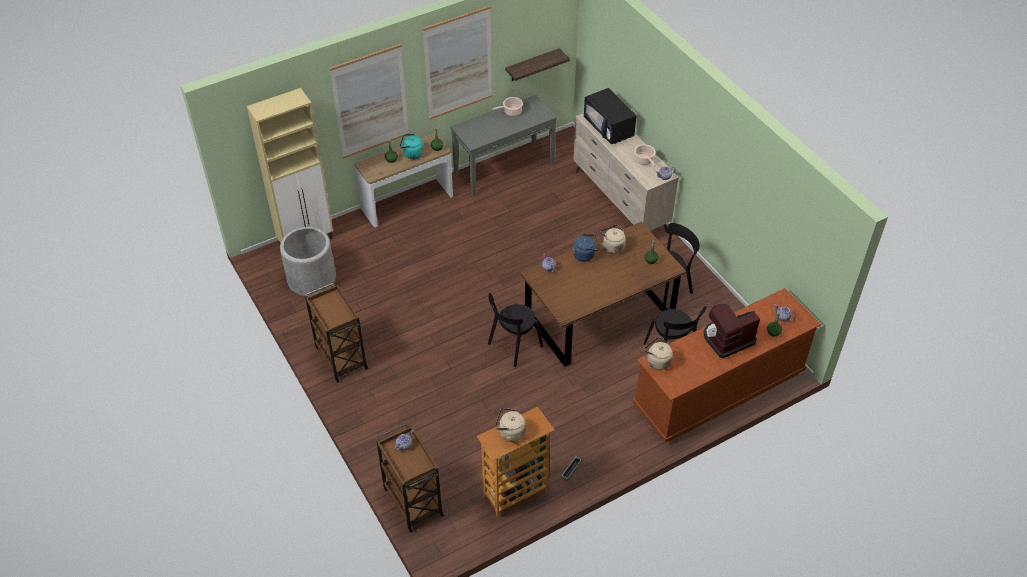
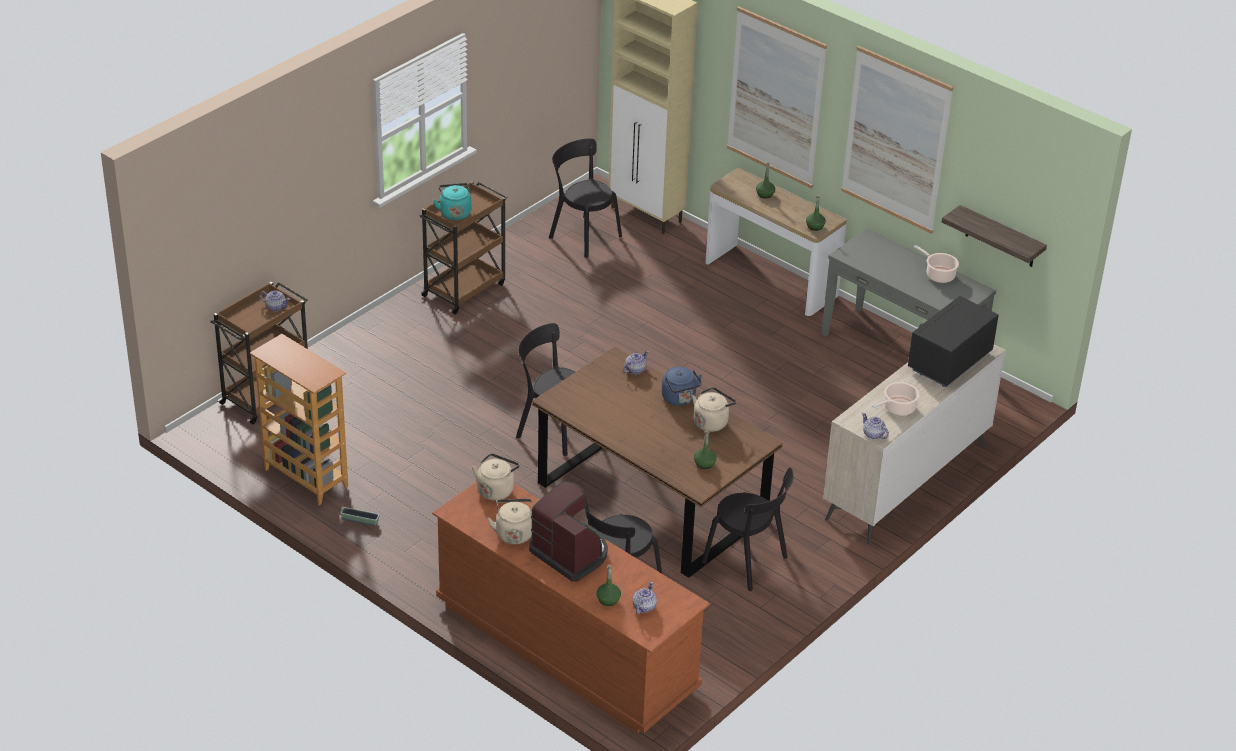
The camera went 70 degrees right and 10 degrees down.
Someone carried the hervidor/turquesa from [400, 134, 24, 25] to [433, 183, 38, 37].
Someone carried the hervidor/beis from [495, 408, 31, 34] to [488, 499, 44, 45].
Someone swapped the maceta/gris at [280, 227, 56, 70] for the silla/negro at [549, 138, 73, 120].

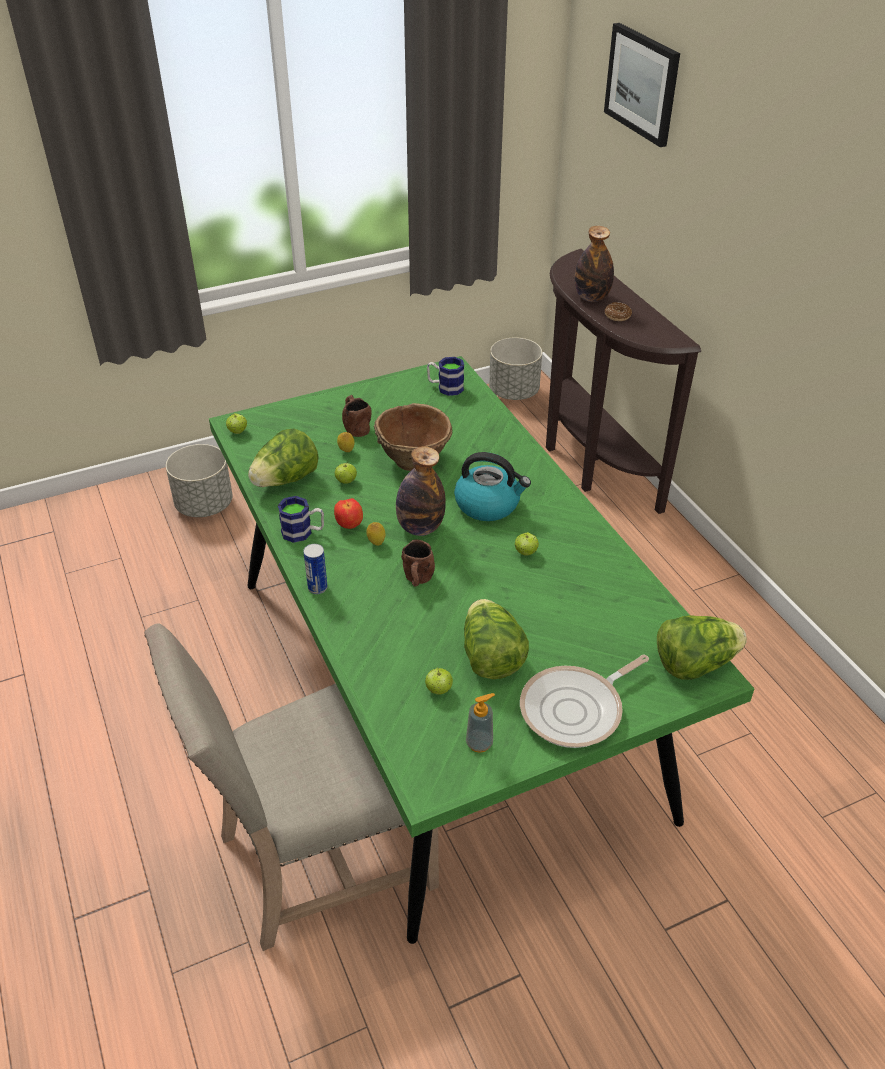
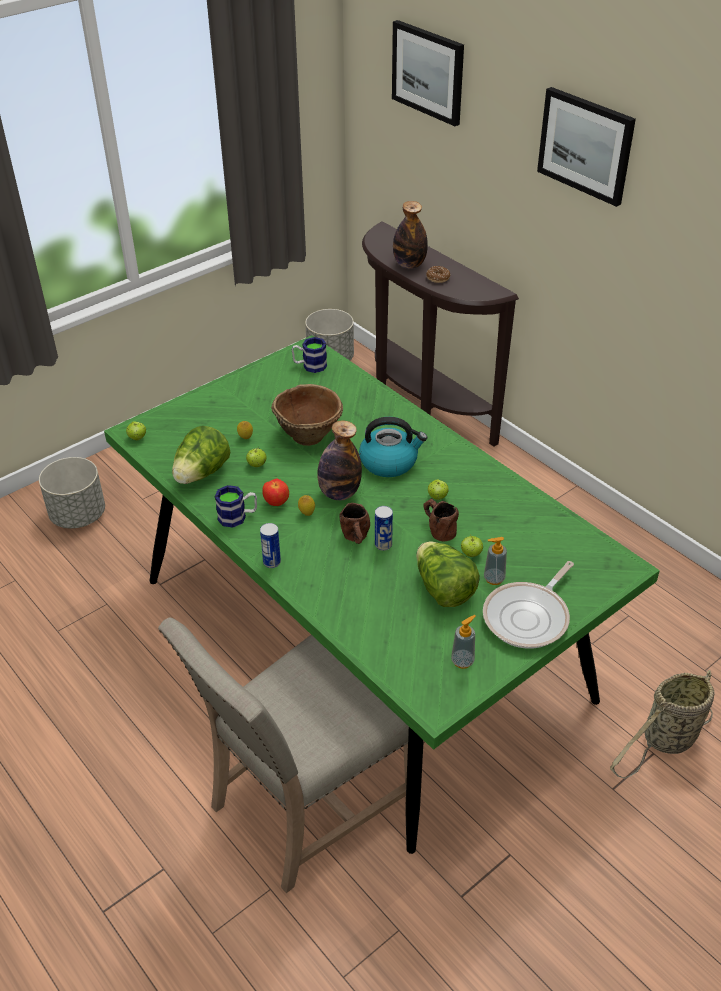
The camera went 15 degrees left and 0 degrees up.
Someone put down the lata at [375, 506, 18, 45].
Someone carried the taza grande/marrón from [342, 395, 30, 42] to [423, 498, 36, 43].
Someone carried the manzana from [425, 667, 28, 27] to [461, 536, 22, 21].
Someone put down the dispensador de jabón at [484, 537, 23, 48].
Someone put up the cuadro at [537, 87, 99, 120].
Someone put down the cesta at [610, 670, 105, 109].
Someone took away the lechuga at [657, 615, 90, 65].

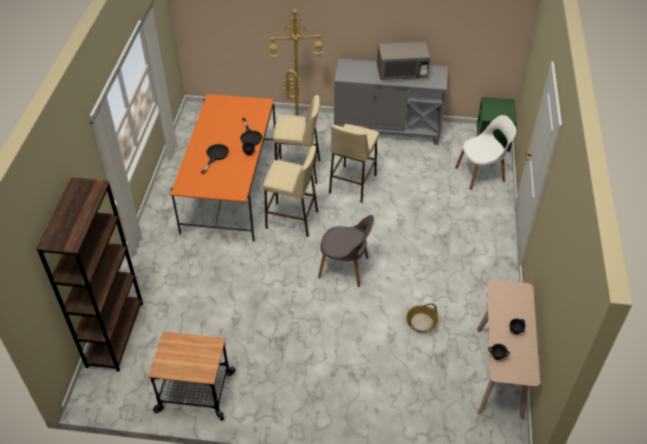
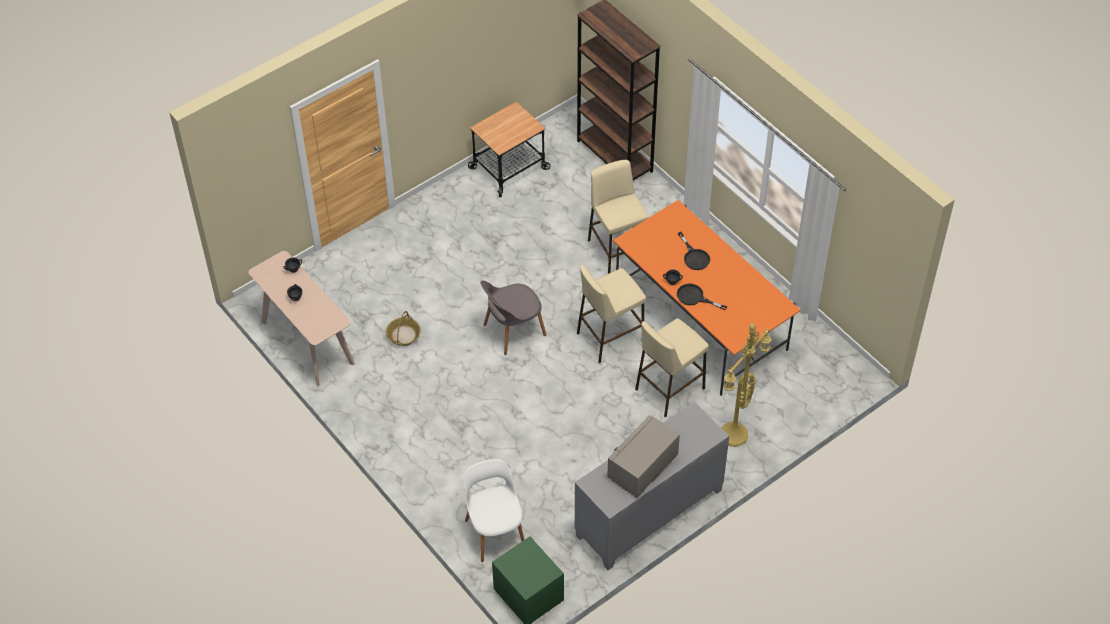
The camera went 135 degrees right and 5 degrees up.
Someone rotated the silla/blanco at [455, 115, 61, 75] by 135 degrees clockwise.
Someone carried the taburete/beis from [329, 124, 50, 79] to [588, 160, 61, 114].

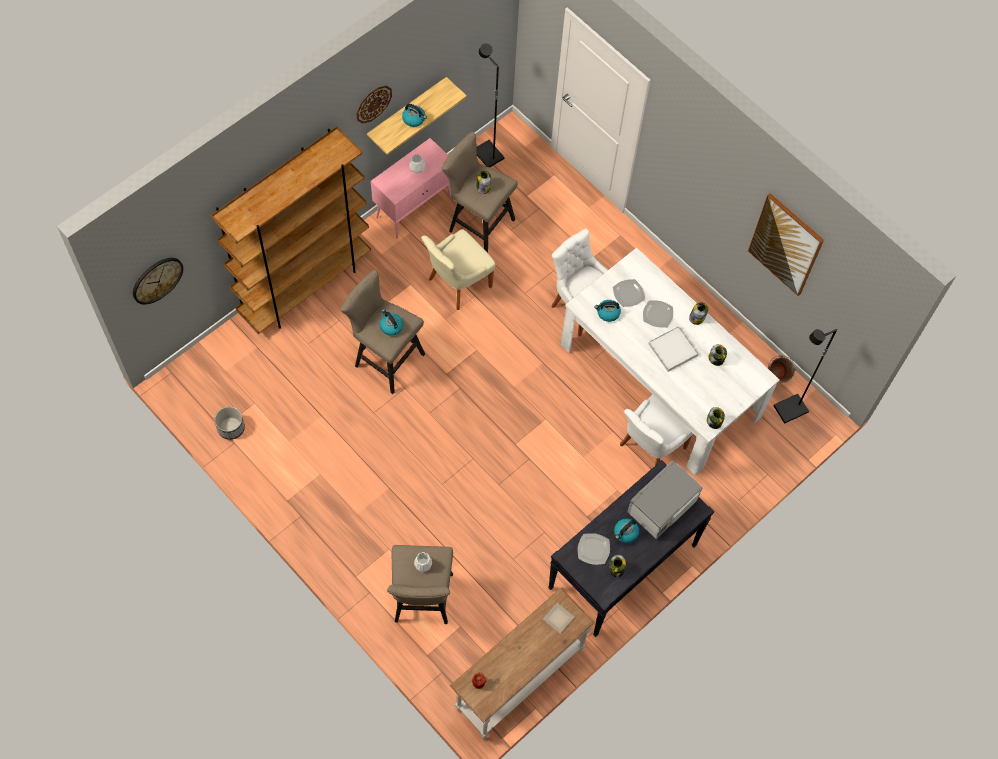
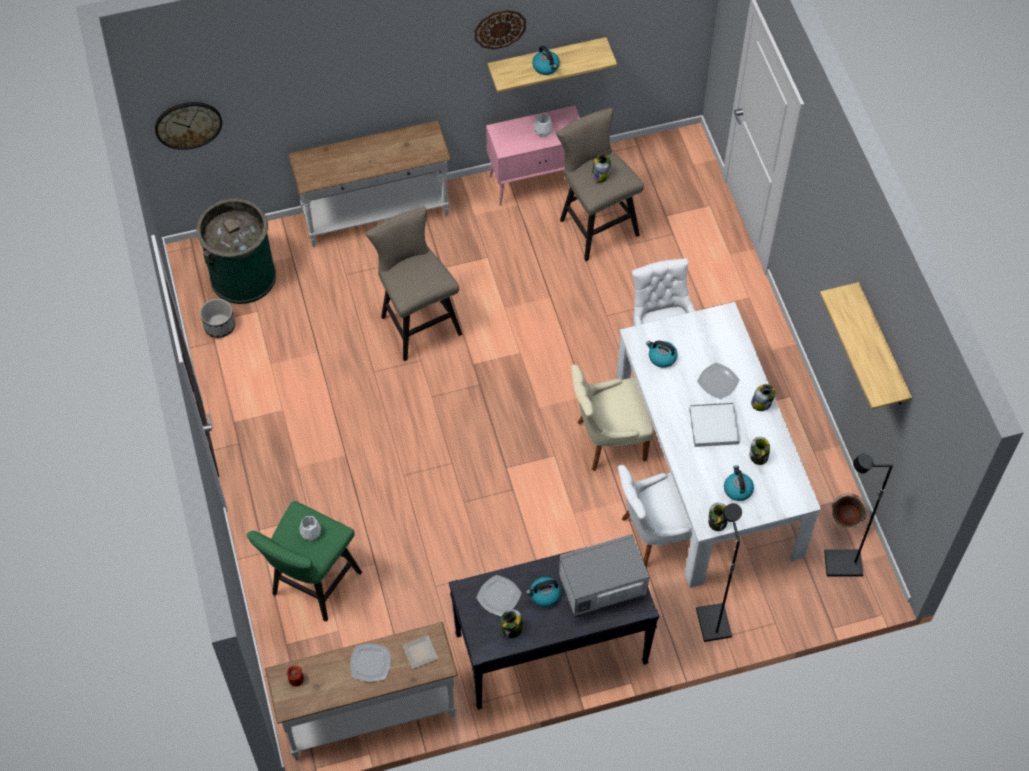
The camera went 30 degrees right and 5 degrees down.
Someone put down the papelera/verde at [196, 198, 80, 106].
Someone repainted the taburete/beis at [387, 545, 66, 79], which became the taburete/verde at [246, 501, 116, 121].
Someone swapped the estantería/marrón at [211, 126, 160, 208] for the mesa consola/blanco at [288, 121, 164, 126].
Someone carried the plato from [613, 279, 32, 28] to [350, 644, 41, 38].
Someone carried the silla/beis from [421, 229, 75, 81] to [571, 364, 82, 107].
Someone carried the lámpara de pie/negro from [476, 44, 28, 123] to [696, 503, 46, 139].
Someone carried the hervidor from [380, 309, 23, 27] to [724, 465, 30, 36].
Someone swapped the cuadro at [748, 193, 76, 103] for the estante at [820, 282, 92, 127].

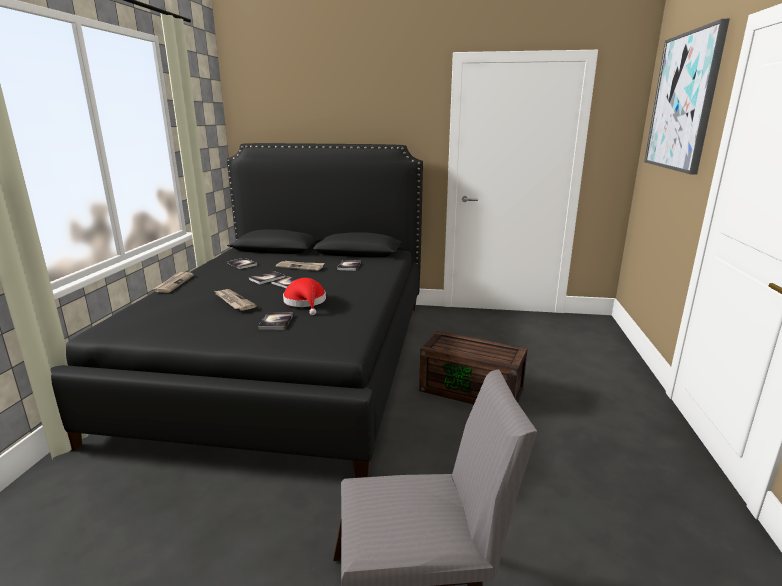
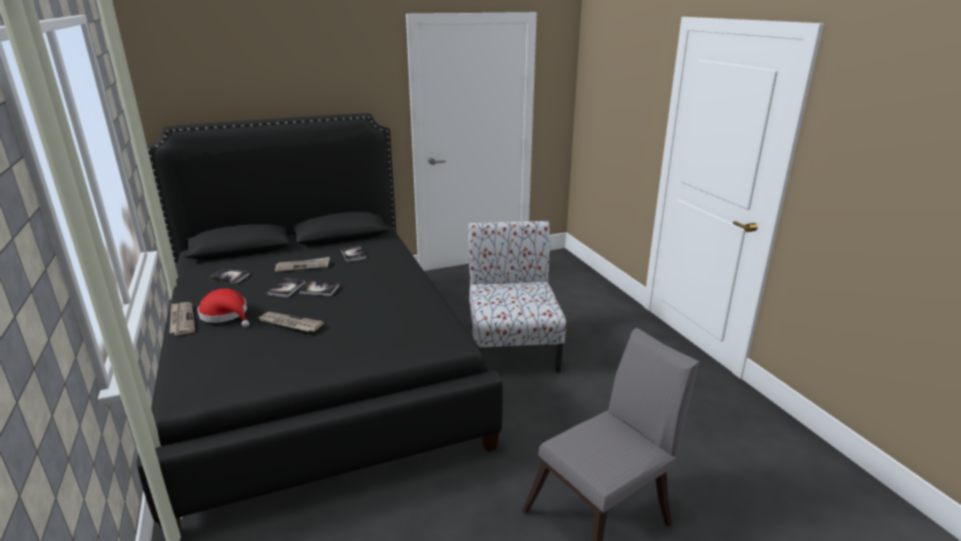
The camera went 30 degrees left and 5 degrees up.
Someone carried the sombrero/rojo from [283, 278, 43, 37] to [198, 288, 51, 39].
Someone swapped the caja de almacenaje/marrón at [419, 331, 109, 73] for the silla at [468, 221, 98, 152].
Someone took away the libro at [258, 312, 35, 18].
Someone took away the cuadro at [644, 19, 86, 156].

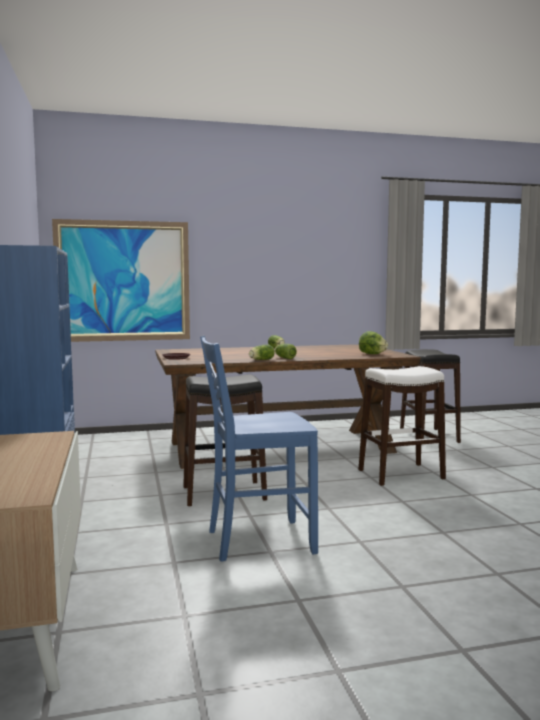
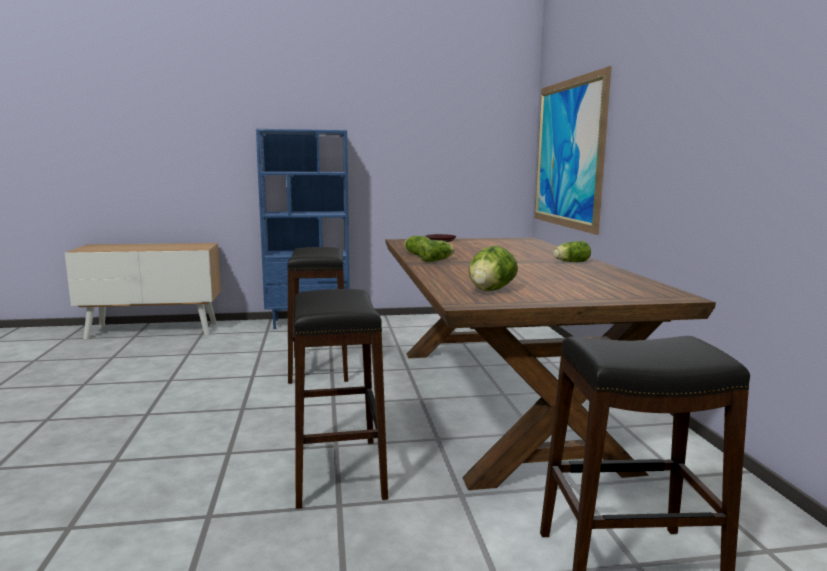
The camera went 95 degrees right and 5 degrees up.
Someone repainted the taburete/blanco at [358, 366, 88, 120], which became the taburete/negro at [294, 289, 94, 220].
Someone took away the silla/azul at [200, 336, 118, 226].

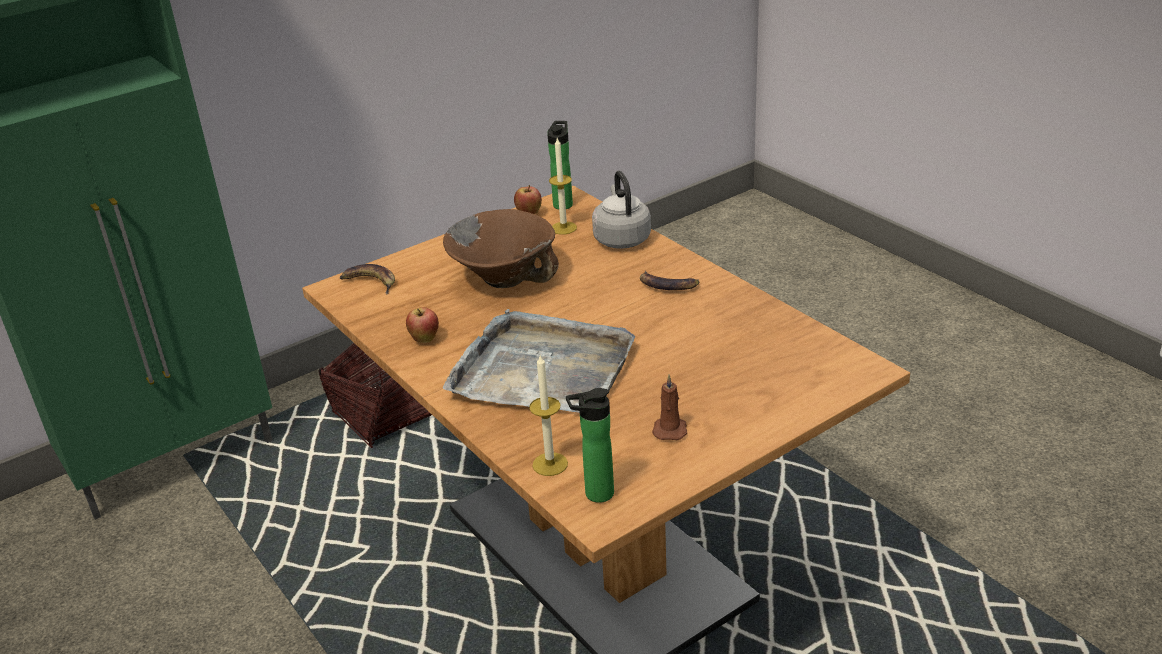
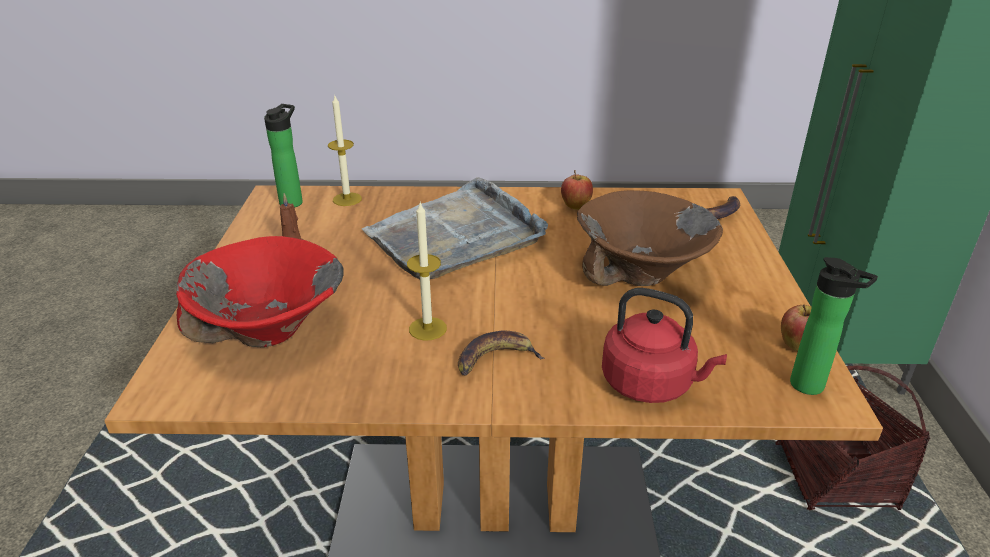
The camera went 125 degrees right and 0 degrees up.
Someone put down the cuenco/rojo at [176, 236, 168, 111].
Someone carried the vela from [549, 138, 28, 97] to [407, 203, 40, 138].
Someone repainted the hervidor/gris at [592, 171, 59, 78], which became the hervidor/rojo at [602, 288, 125, 115].

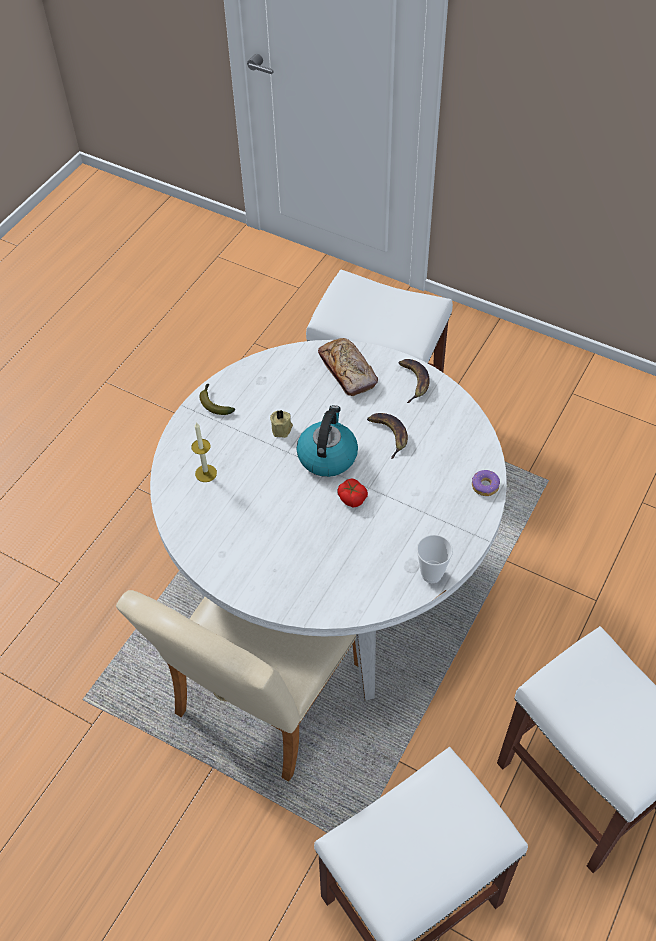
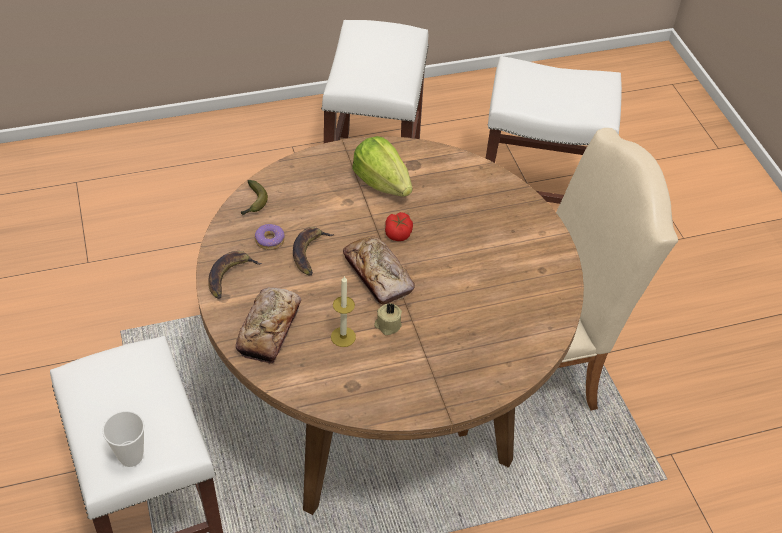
The camera went 140 degrees left and 5 degrees down.
Someone carried the taza from [417, 535, 36, 48] to [102, 411, 42, 56].
Someone repainted the mesa de comedor/blanco at [150, 340, 357, 361], which became the mesa de comedor/marrón at [196, 136, 388, 379].
Someone carried the plátano from [199, 384, 36, 31] to [241, 180, 27, 35].
Someone carried the rosquilla from [472, 470, 28, 26] to [255, 224, 30, 26].
Someone carried the vela from [191, 422, 26, 60] to [331, 276, 25, 71].
Someone swapped the hervidor at [297, 405, 61, 72] for the pan at [343, 236, 72, 69].
Someone put down the lechuga at [352, 136, 60, 61].

